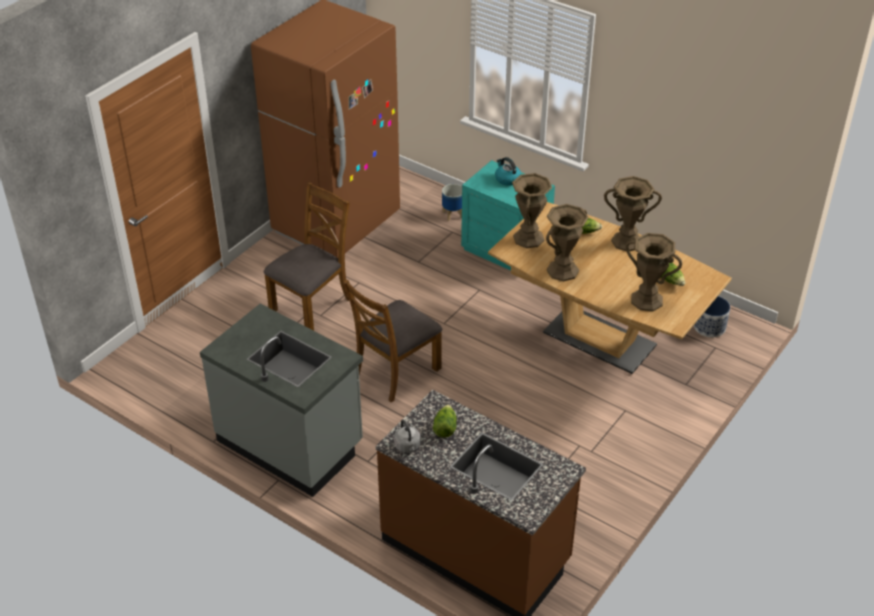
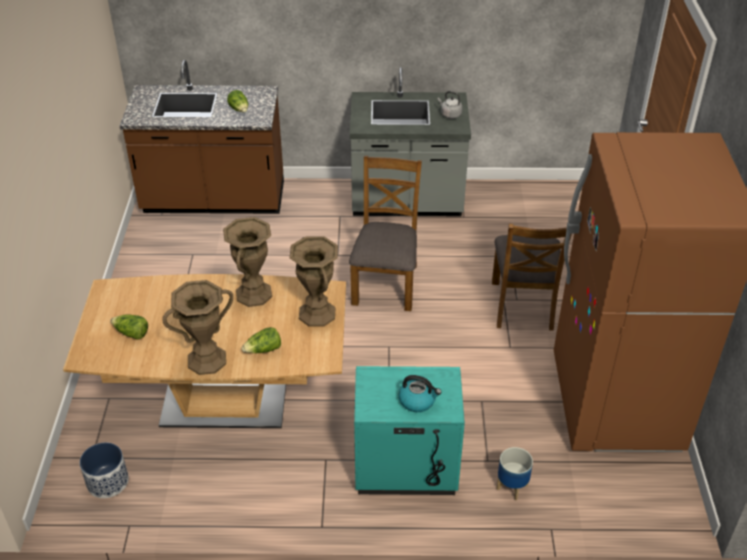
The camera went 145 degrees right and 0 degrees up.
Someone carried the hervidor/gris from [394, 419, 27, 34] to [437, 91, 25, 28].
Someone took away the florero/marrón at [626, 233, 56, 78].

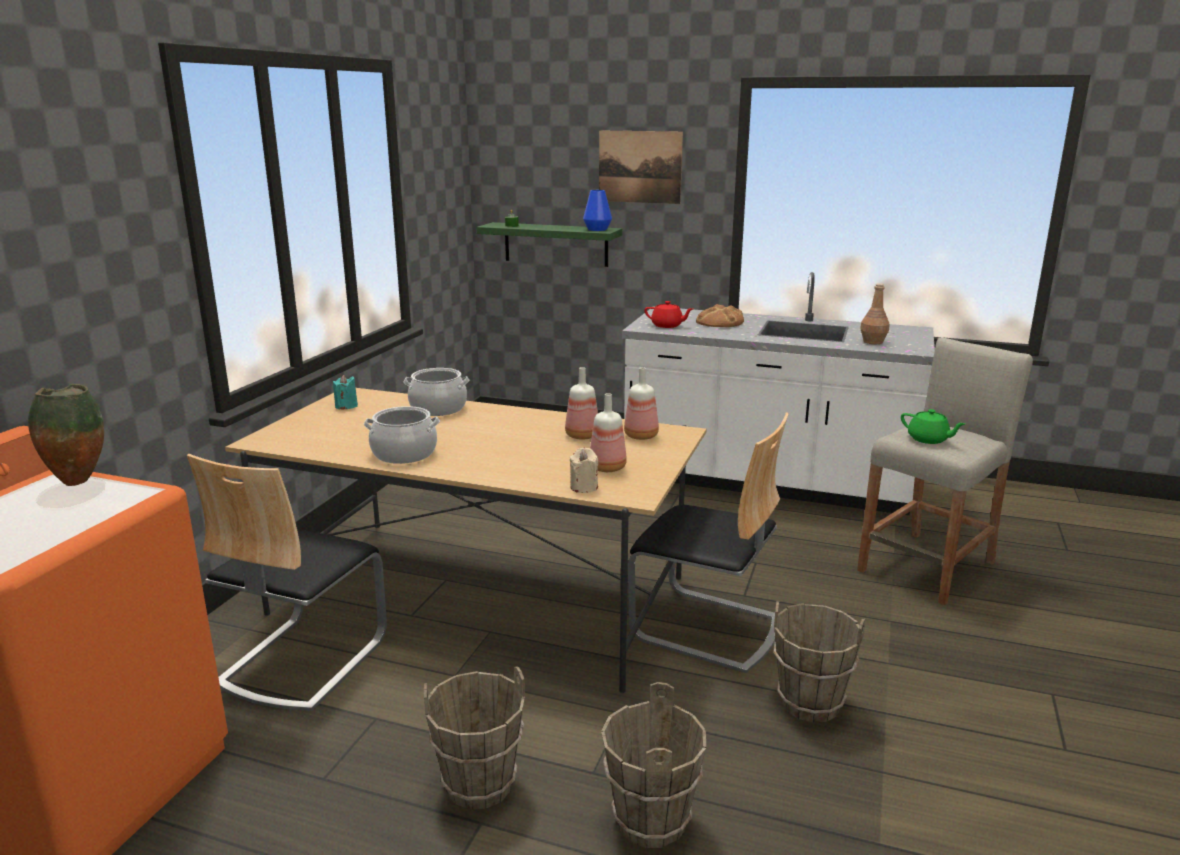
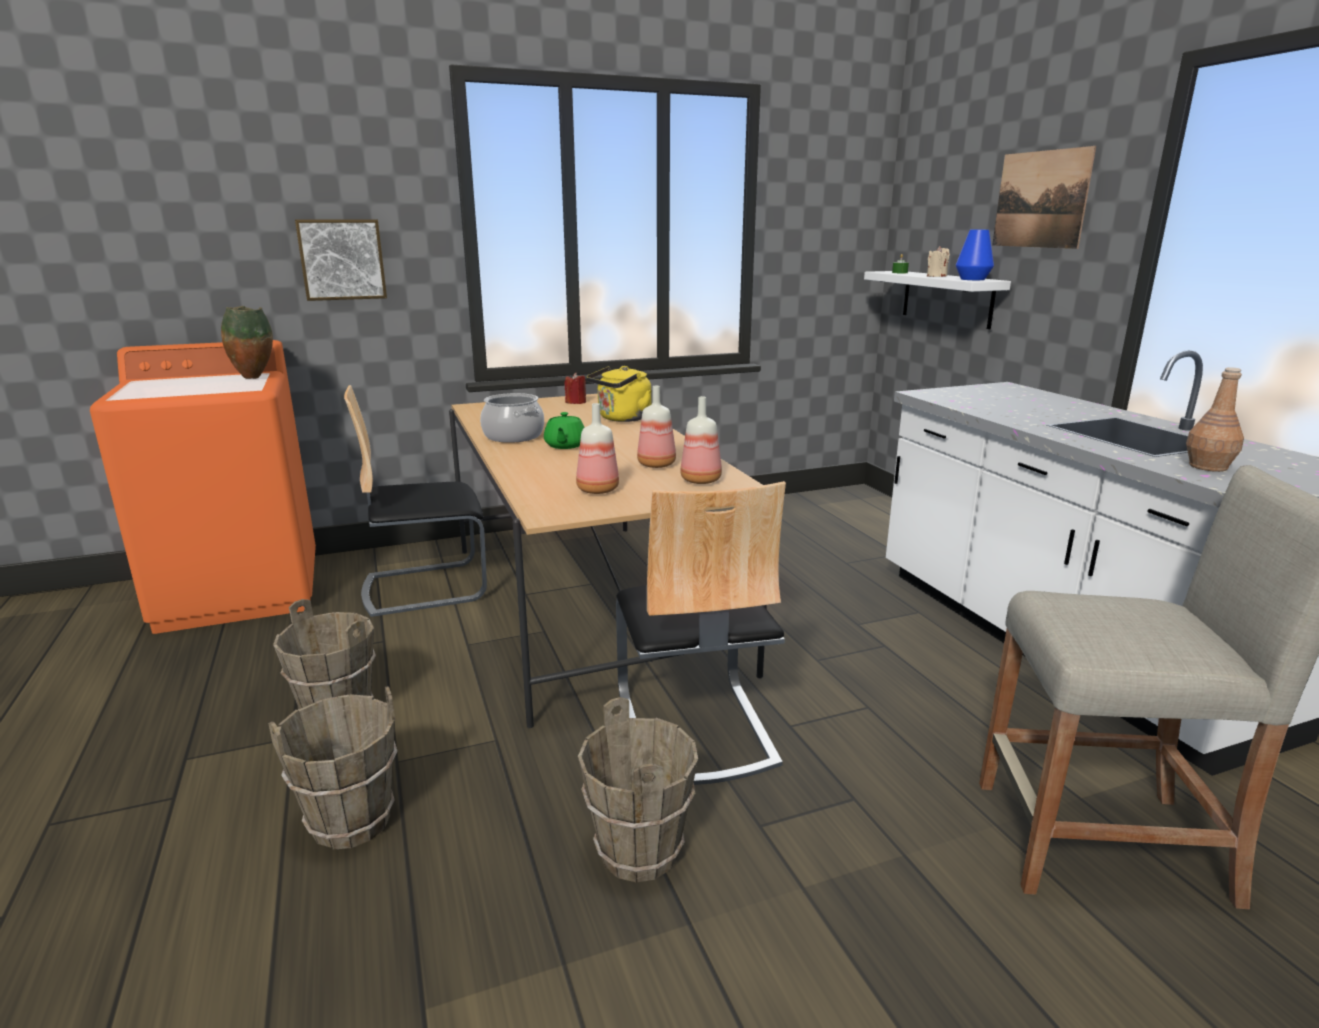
The camera went 50 degrees right and 0 degrees up.
Someone put up the cuadro at [295, 220, 92, 81].
Someone carried the tetera/verde from [901, 409, 64, 35] to [544, 412, 41, 37].
Someone repainted the vela/turquesa at [333, 375, 25, 35], which became the vela/rojo at [565, 373, 21, 31].
Someone swapped the olla at [404, 368, 65, 48] for the hervidor/amarillo at [587, 366, 64, 56].
Someone repainted the estante/verde at [476, 222, 146, 45], which became the estante/blanco at [864, 271, 147, 58].
Someone carried the vela/beis from [569, 447, 29, 46] to [927, 246, 23, 31].
Someone took away the tetera/rojo at [644, 301, 49, 27].
Someone took away the pan at [696, 304, 48, 23].

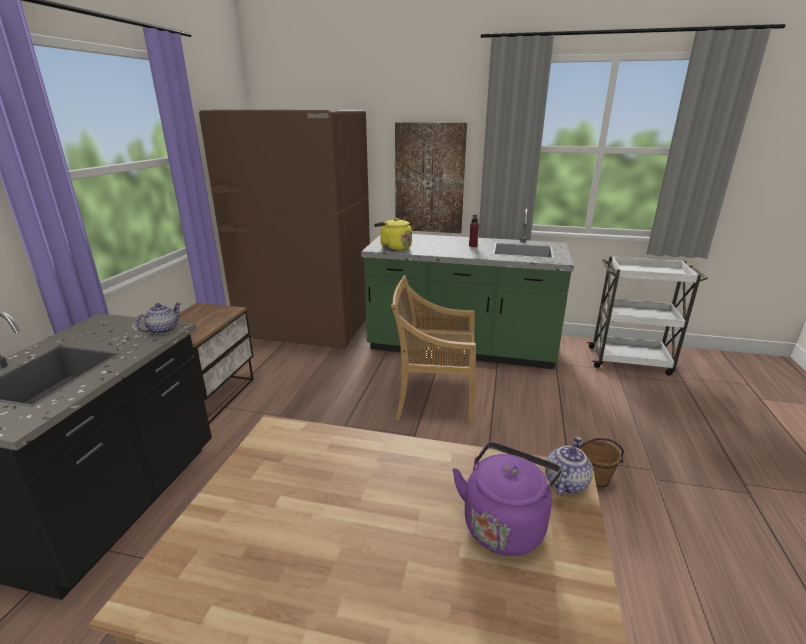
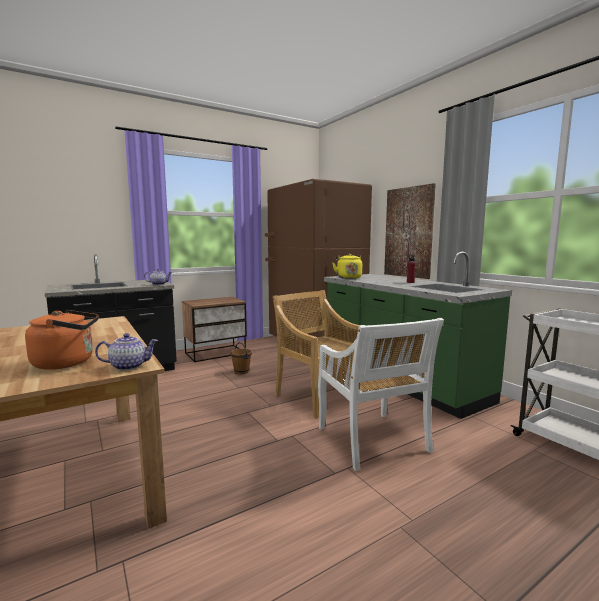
The camera went 45 degrees right and 15 degrees down.
Someone repainted the hervidor/morado at [452, 442, 110, 114], which became the hervidor/naranja at [25, 310, 74, 60].
Someone carried the cubo/marrón from [580, 438, 44, 52] to [230, 342, 22, 32].
Someone put down the silla/blanco at [318, 318, 126, 153].

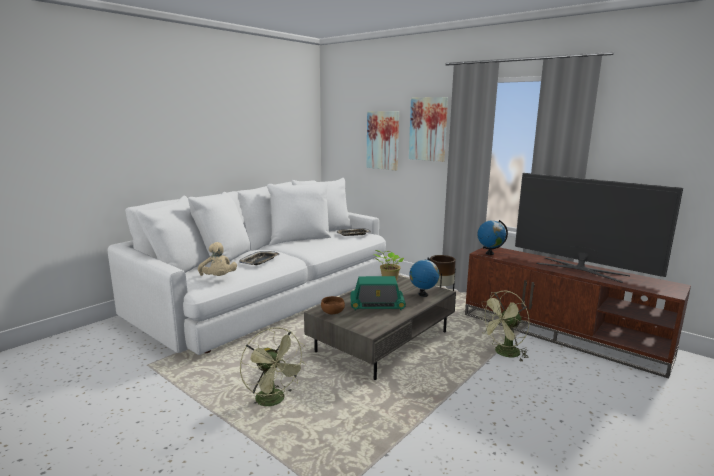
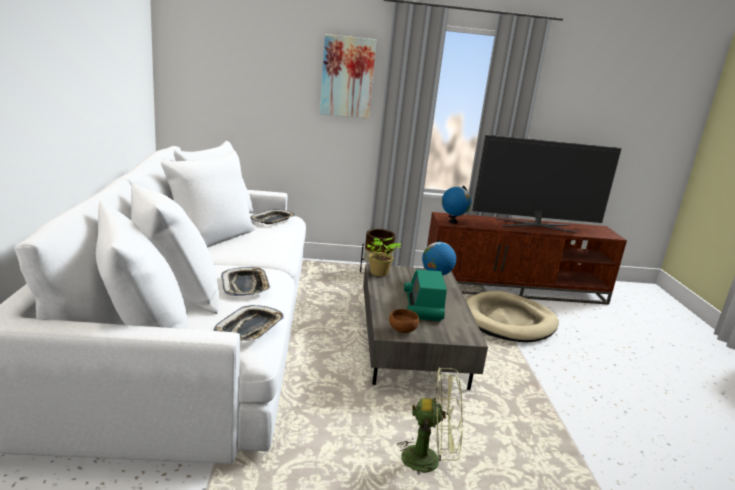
The camera went 45 degrees left and 5 degrees up.
Someone swapped the peluche/beis at [198, 242, 39, 34] for the bandeja at [214, 305, 70, 36].
Someone rotated the radio at [350, 276, 56, 34] by 135 degrees clockwise.
Someone swapped the ventilador/verde at [479, 291, 50, 71] for the cama para perro/beis at [466, 291, 93, 51].
Someone took away the cuadro at [366, 111, 33, 60].

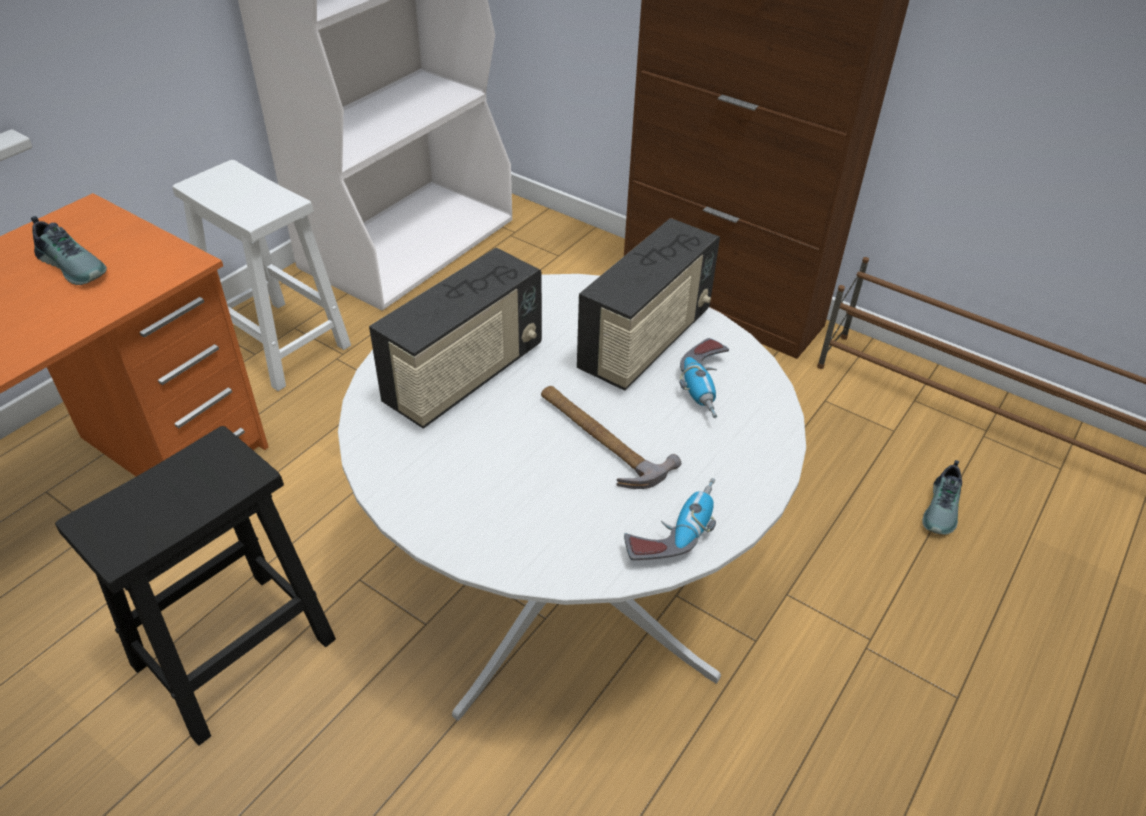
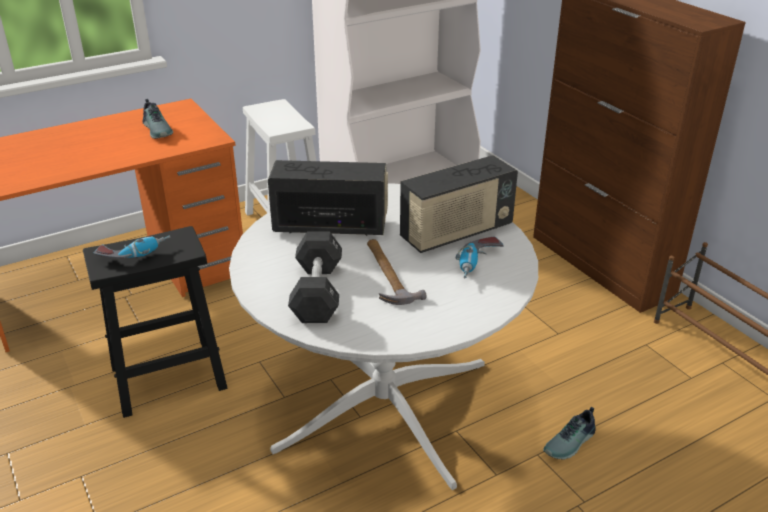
The camera went 25 degrees right and 10 degrees down.
Someone carried the taladro from [624, 478, 92, 82] to [94, 235, 76, 24].
Someone rotated the radio at [369, 248, 173, 181] by 150 degrees counterclockwise.
Someone put down the mancuerna/negro at [288, 231, 54, 92].
Someone carried the zapato from [922, 460, 40, 75] to [543, 407, 53, 52].

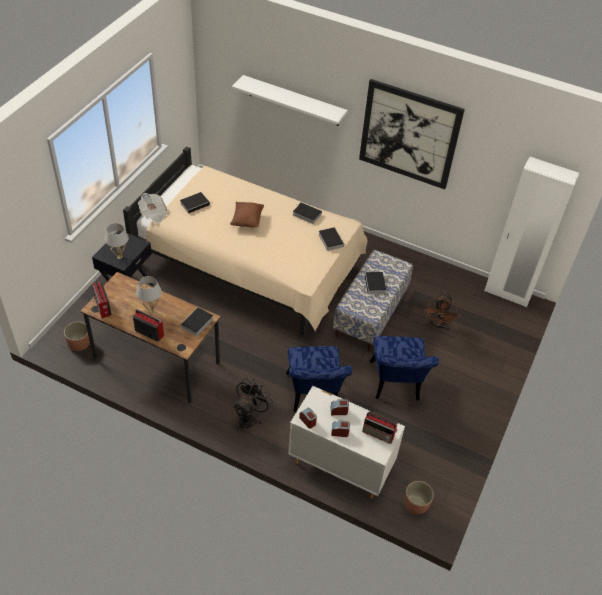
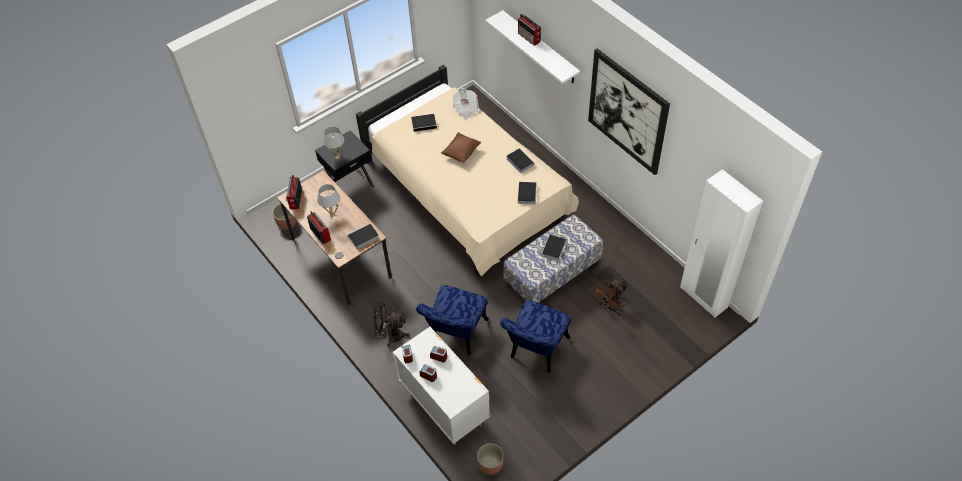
The camera went 30 degrees right and 5 degrees up.
Someone rotated the ventilador/negro at [233, 379, 40, 54] by 150 degrees counterclockwise.
Someone carried the periódico from [138, 193, 30, 31] to [453, 88, 26, 31].
Someone carried the radio from [362, 411, 35, 33] to [518, 14, 23, 32].

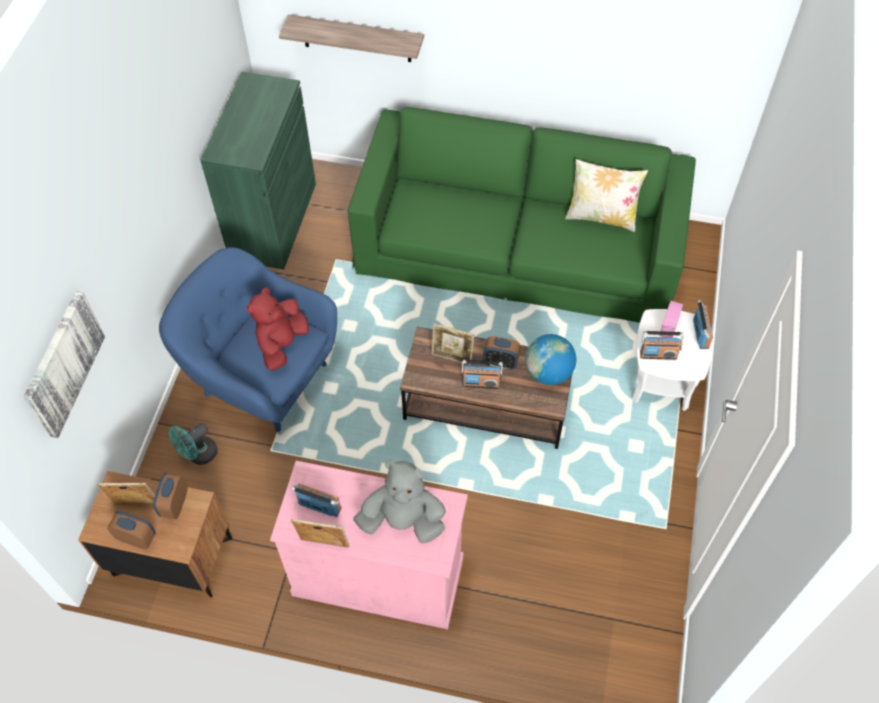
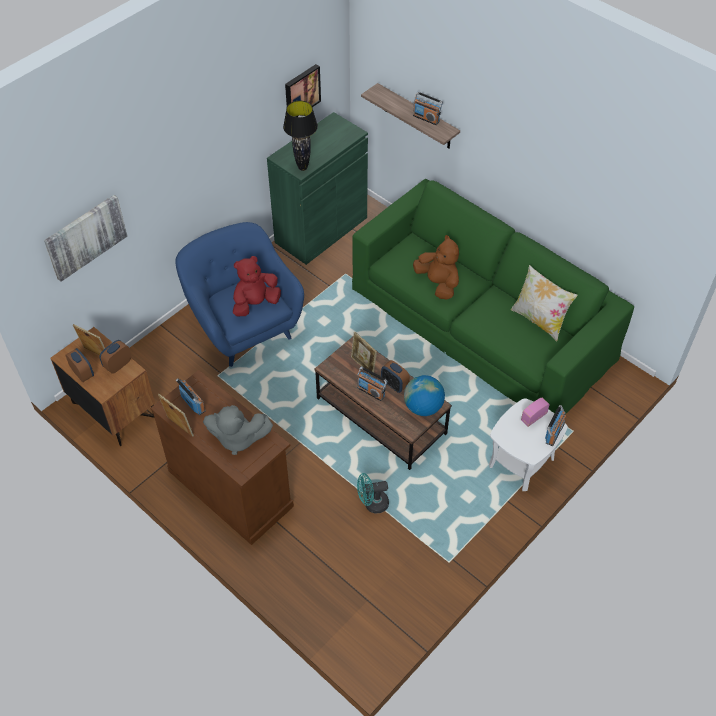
The camera went 30 degrees right and 5 degrees down.
Someone repainted the armario/rosa at [270, 461, 198, 168], which became the armario/marrón at [150, 370, 144, 175].
Someone rotated the peluche/gris at [353, 461, 93, 82] by 150 degrees clockwise.
Someone put down the lámpara de mesa/negro at [283, 101, 35, 70].
Someone put up the cuadro at [285, 64, 36, 53].
Someone carried the ventilador/turquesa from [169, 423, 49, 42] to [357, 473, 32, 40].
Someone carried the radio from [640, 331, 44, 29] to [413, 92, 30, 33].
Someone put down the peluche/marrón at [413, 235, 46, 64].

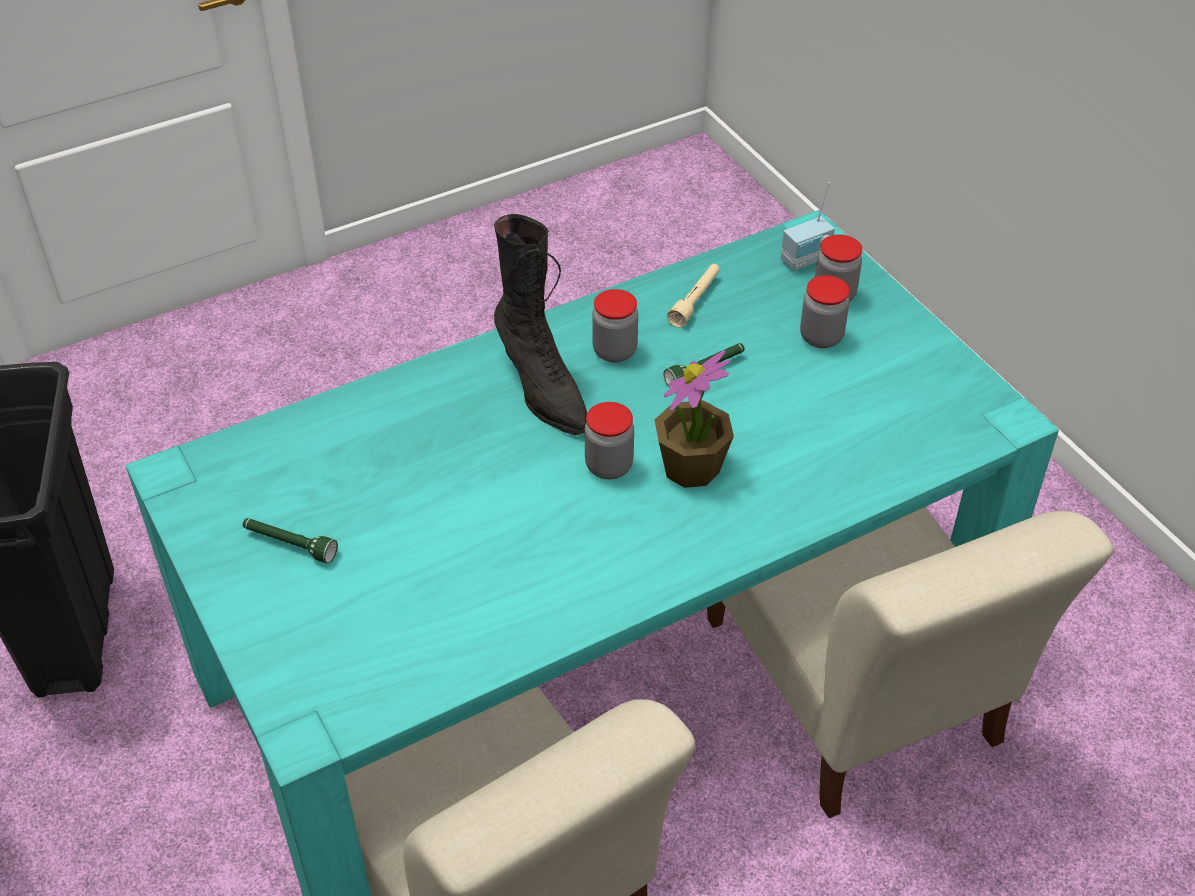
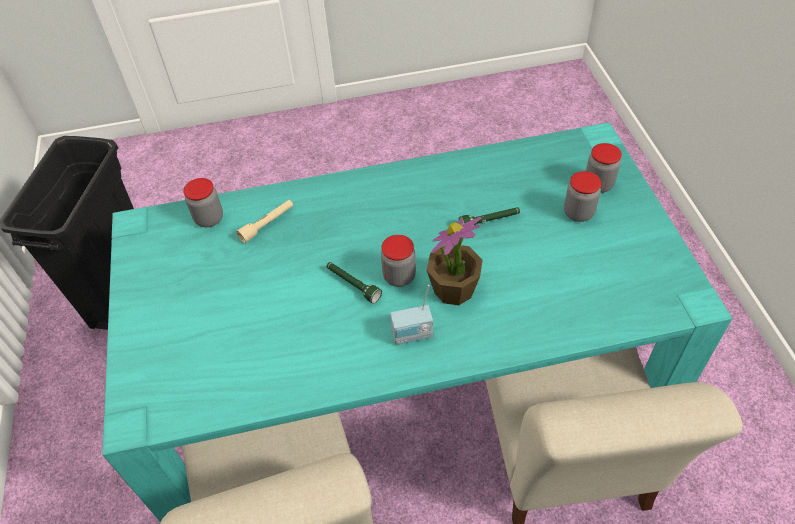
The camera went 20 degrees right and 5 degrees up.
Someone carried the tarro from [592, 289, 46, 74] to [183, 178, 40, 49].
Someone carried the linterna/beis from [667, 264, 53, 64] to [236, 200, 57, 43].
Someone carried the linterna/verde from [243, 518, 95, 45] to [326, 262, 56, 42].
Someone carried the radio from [781, 182, 54, 89] to [390, 285, 43, 60].
Someone took away the bota/negro at [494, 214, 93, 221].

